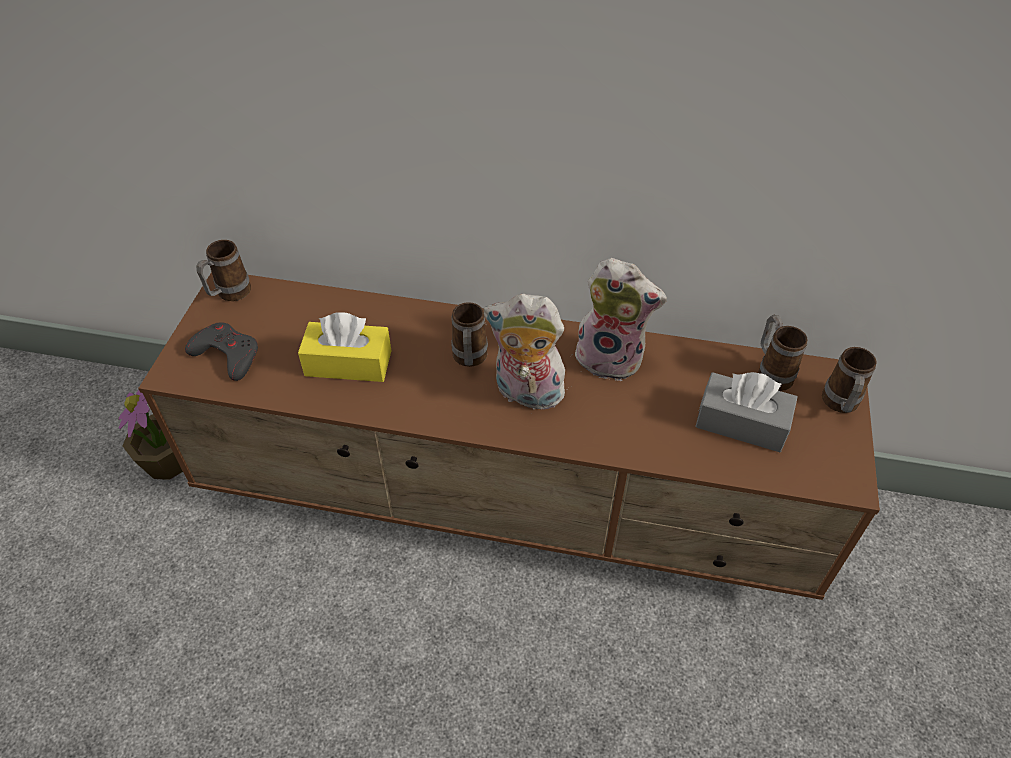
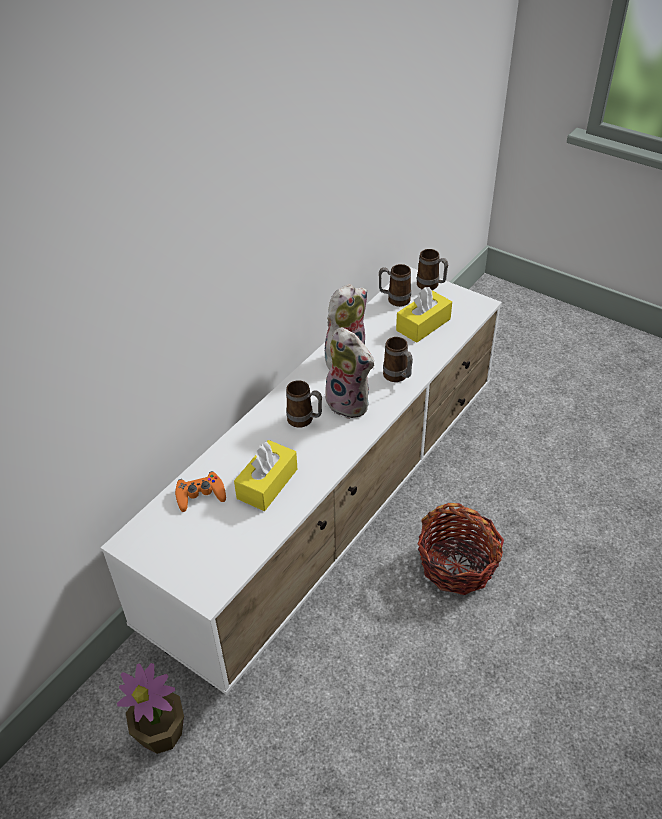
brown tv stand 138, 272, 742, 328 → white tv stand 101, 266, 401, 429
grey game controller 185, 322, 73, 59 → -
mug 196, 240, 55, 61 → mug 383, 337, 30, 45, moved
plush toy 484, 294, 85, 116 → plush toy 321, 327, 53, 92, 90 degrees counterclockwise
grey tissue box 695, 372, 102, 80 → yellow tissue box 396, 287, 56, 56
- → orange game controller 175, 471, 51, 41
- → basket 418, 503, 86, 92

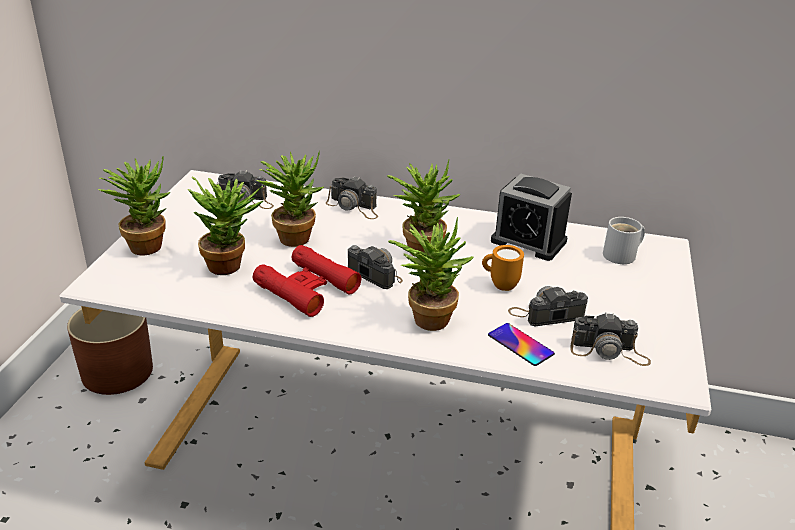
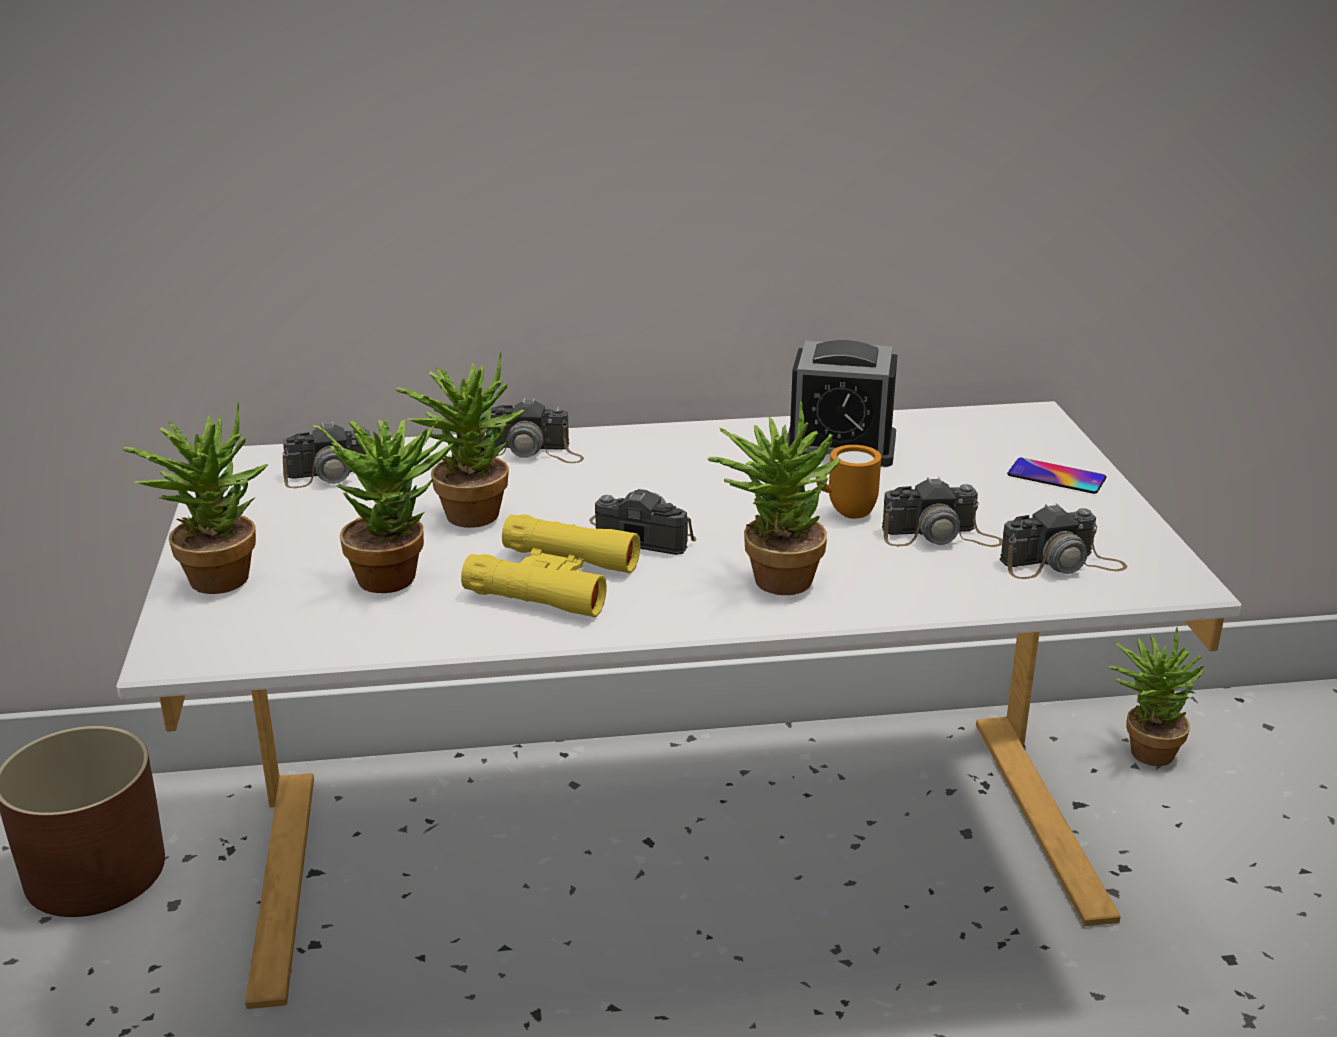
red binoculars 253, 245, 108, 72 → yellow binoculars 461, 514, 179, 103
potted plant 387, 159, 73, 96 → potted plant 1109, 627, 96, 139, moved
phone 488, 323, 67, 43 → phone 1007, 458, 100, 36, moved
photo camera 508, 286, 80, 40 → photo camera 882, 477, 121, 70, 150 degrees counterclockwise
white mug 603, 217, 42, 47 → -

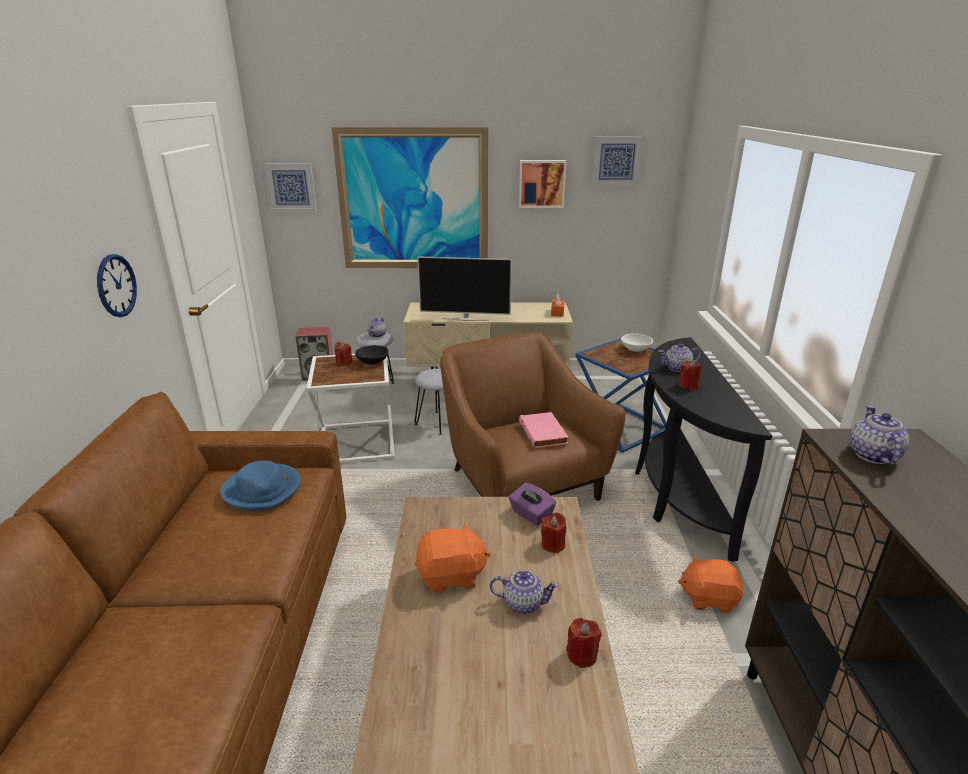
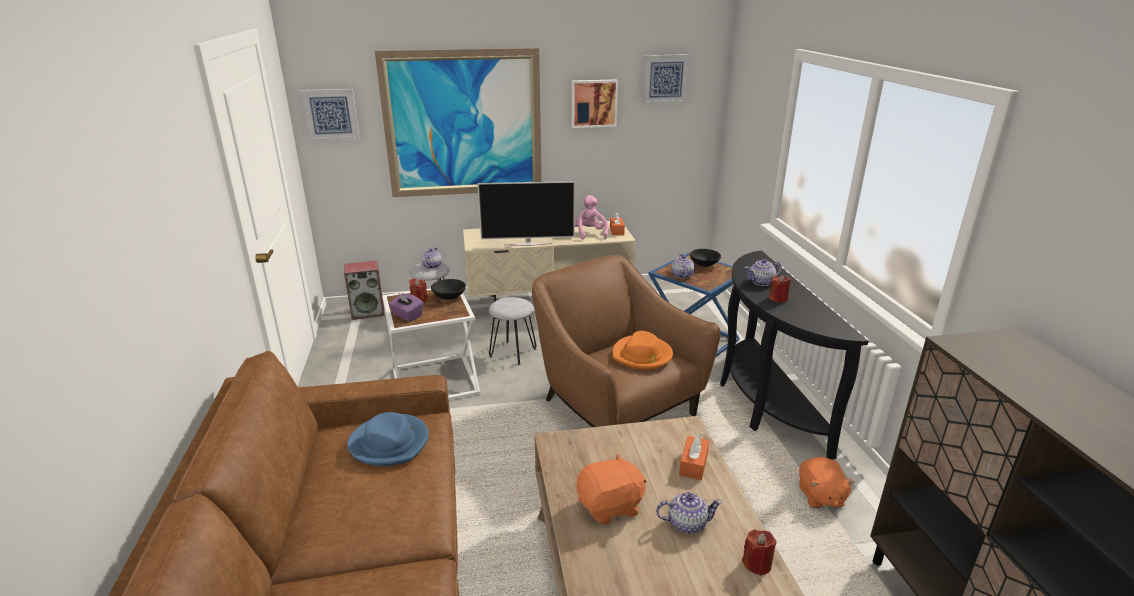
wall clock 97, 254, 40, 63 → -
purple tissue box 509, 483, 47, 43 → purple tissue box 389, 293, 34, 28, moved
pink book 519, 412, 49, 36 → orange hat 612, 331, 61, 39
red candle 541, 513, 25, 40 → orange tissue box 679, 434, 30, 46
white bowl 621, 333, 32, 19 → black bowl 690, 249, 31, 18
orange plush toy 678, 555, 65, 58 → orange plush toy 799, 457, 56, 51, 90 degrees counterclockwise
teapot 849, 406, 60, 59 → teapot 672, 254, 22, 25, moved
- → pink plush toy 575, 195, 33, 45

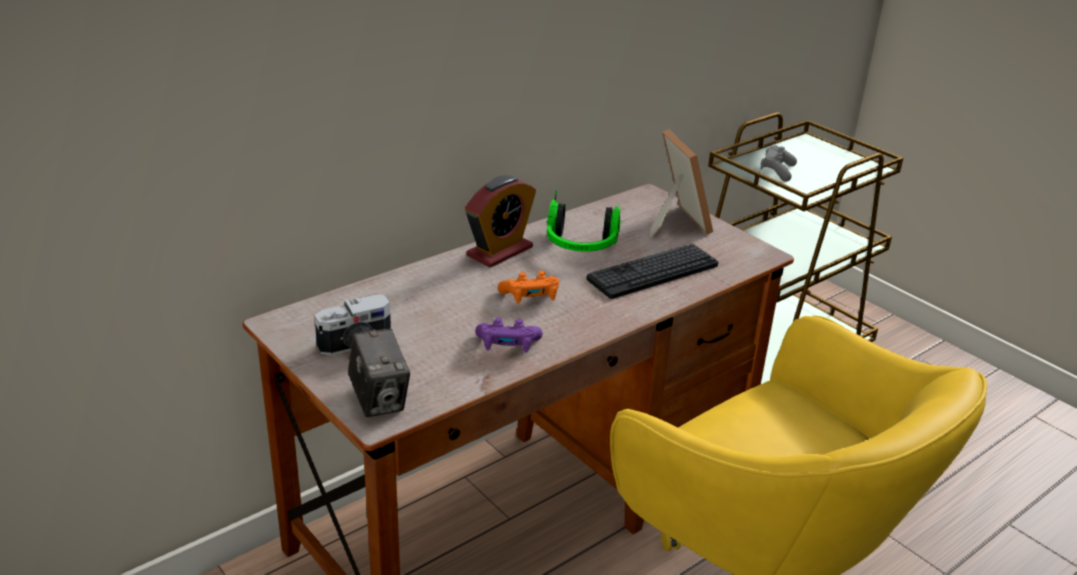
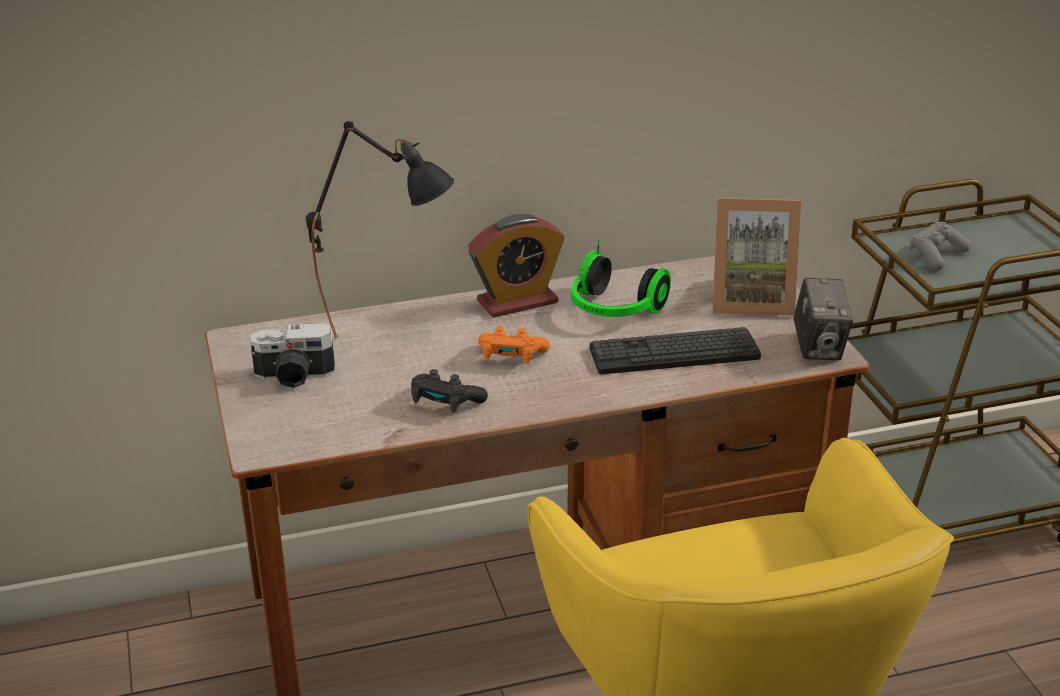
photo camera 348, 328, 62, 89 → photo camera 793, 277, 60, 83, moved
purple game controller 475, 318, 68, 35 → black game controller 411, 369, 77, 44
picture frame 650, 129, 63, 108 → picture frame 713, 198, 88, 118, 90 degrees clockwise
- → black table lamp 306, 121, 148, 217

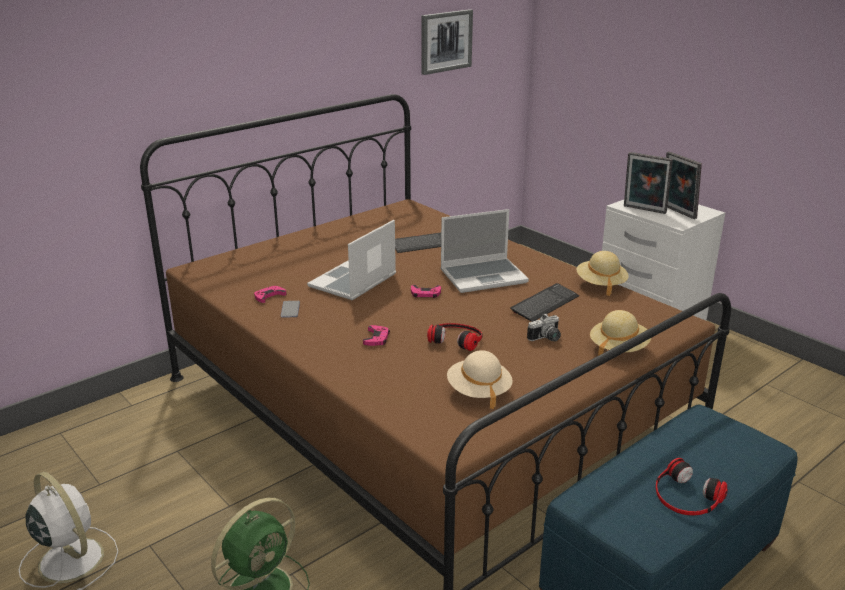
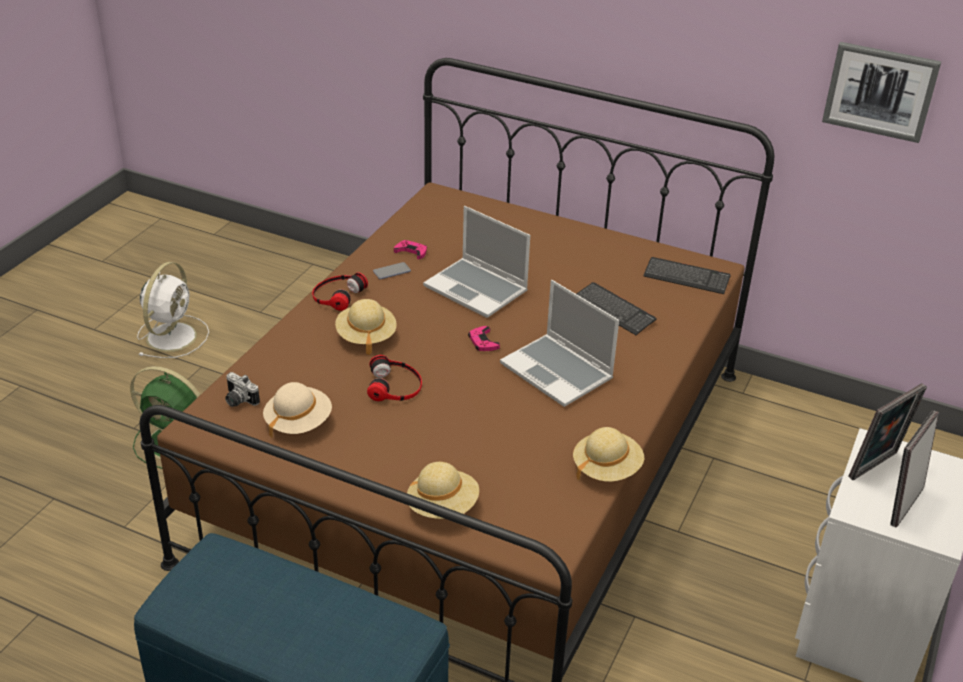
laptop 307, 220, 89, 80 → laptop 423, 206, 107, 112, 150 degrees counterclockwise
pink game controller 363, 325, 27, 21 → beige hat 335, 299, 62, 56
keyboard 510, 283, 69, 39 → keyboard 643, 257, 88, 37, moved
photo camera 527, 313, 34, 28 → photo camera 225, 372, 35, 35, moved
picture frame 624, 152, 49, 62 → picture frame 848, 383, 79, 97, 135 degrees counterclockwise
headphones 656, 458, 72, 58 → headphones 312, 272, 56, 39, moved

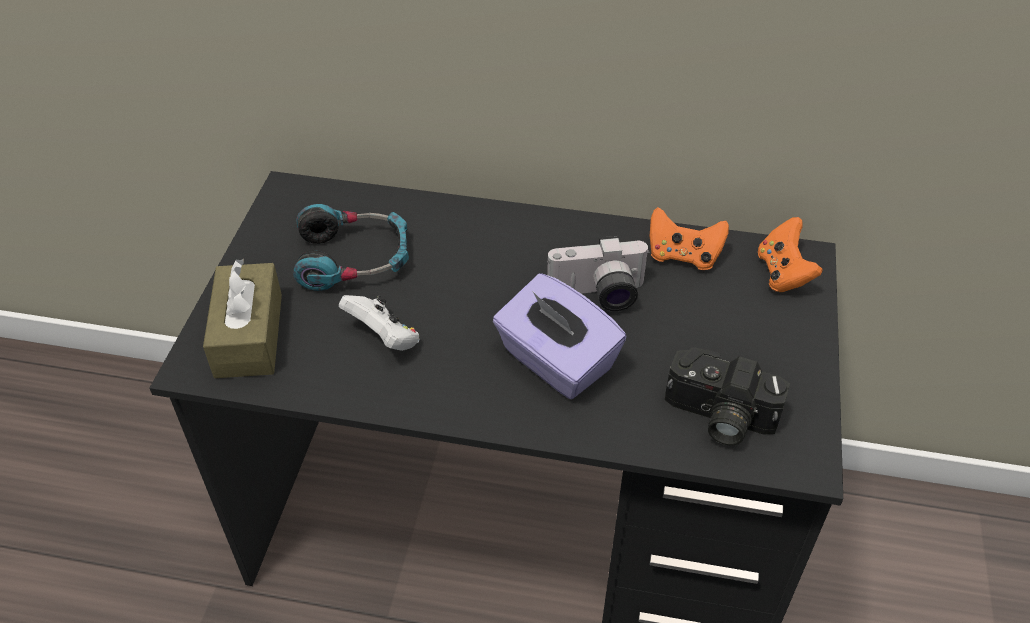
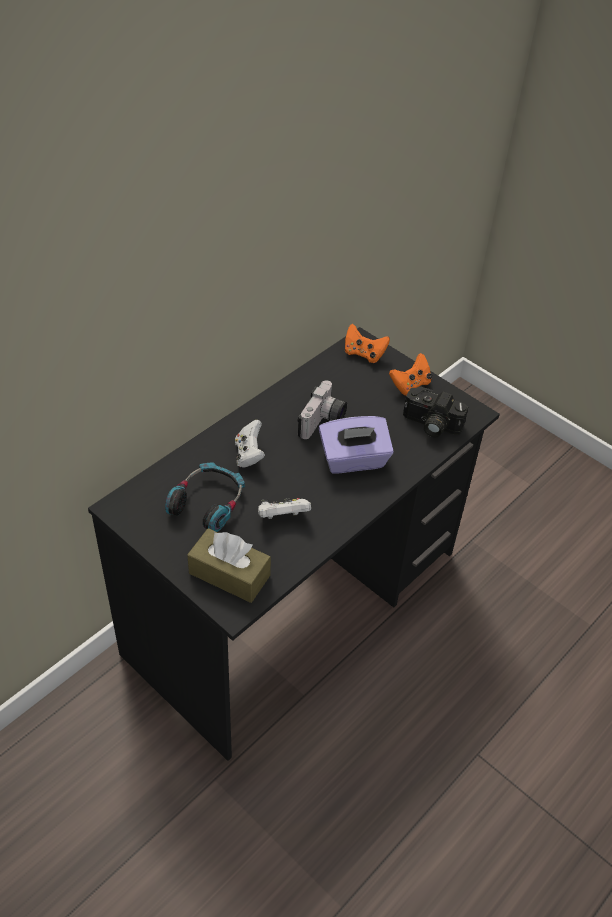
orange game controller 650, 207, 79, 63 → orange game controller 389, 353, 43, 43, moved
photo camera 665, 347, 125, 98 → photo camera 403, 387, 65, 50, 60 degrees clockwise
- → white game controller 235, 420, 30, 48

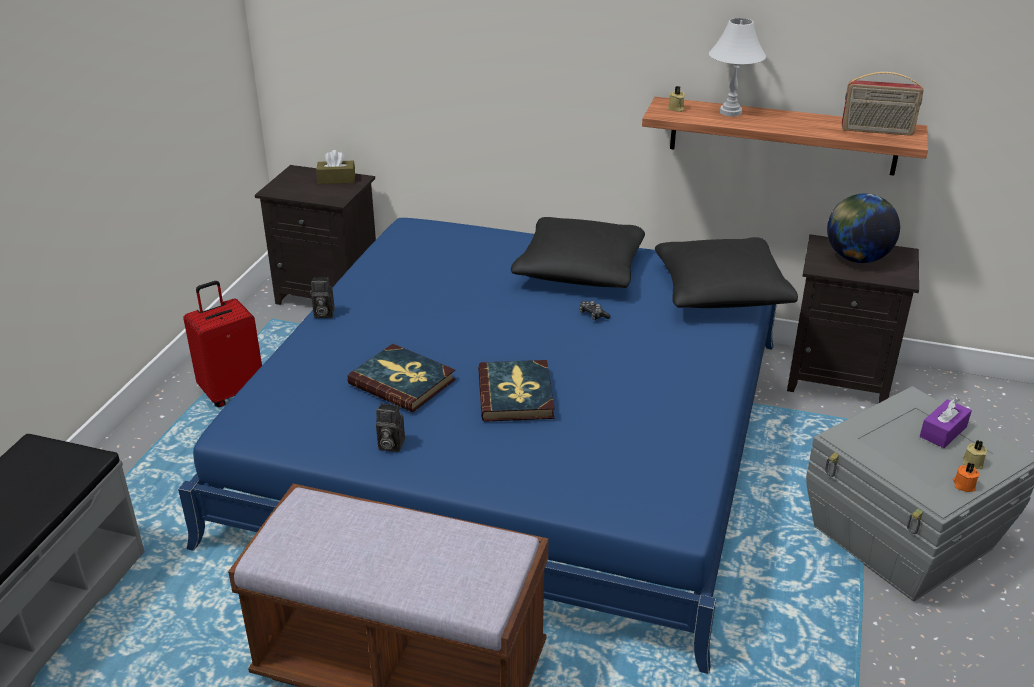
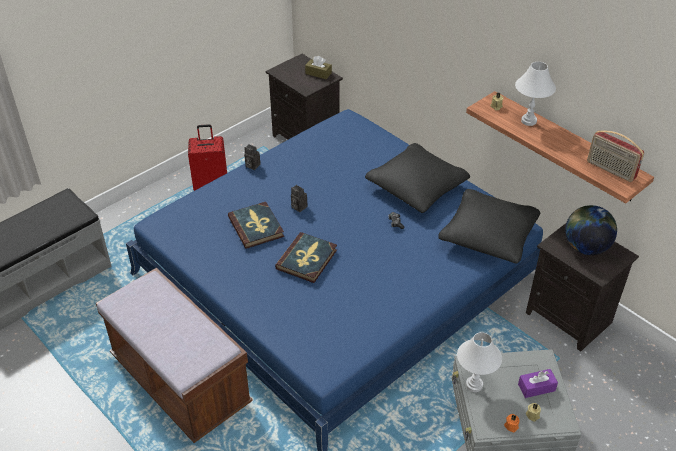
photo camera 376, 403, 29, 49 → photo camera 291, 185, 17, 27, moved
- → white table lamp 457, 332, 45, 60

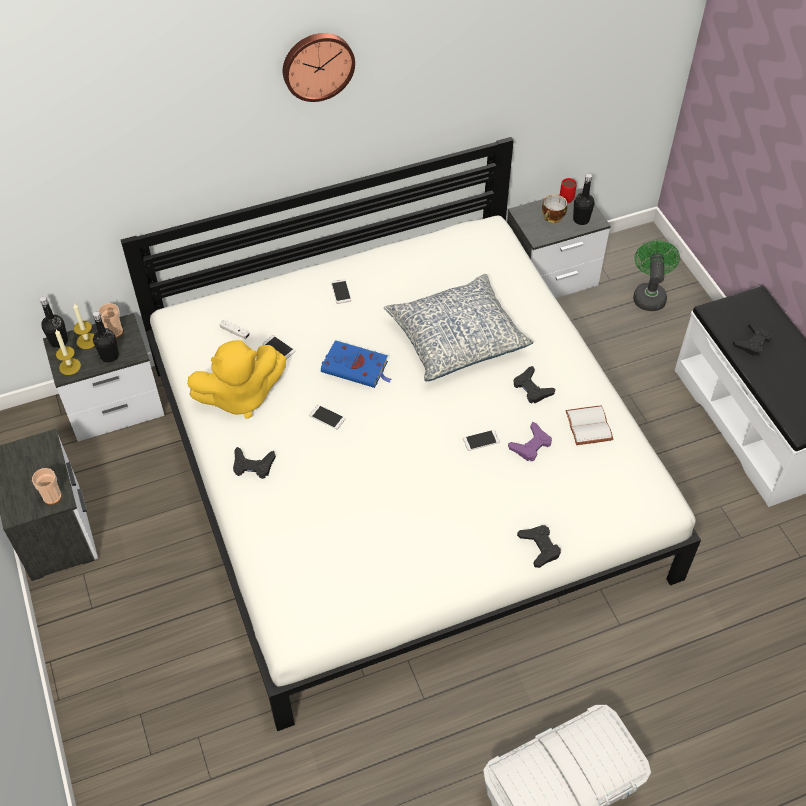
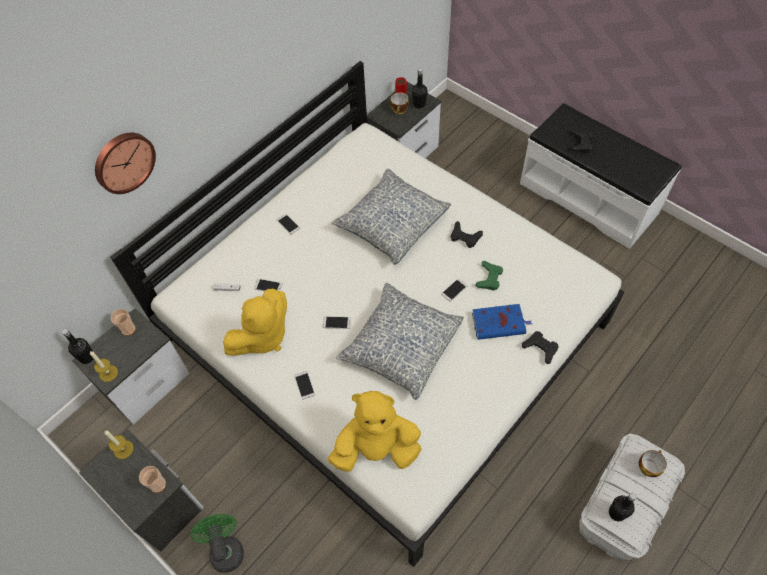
candle 73, 303, 22, 46 → candle 104, 431, 29, 28, moved
black bottle 93, 311, 26, 52 → black bottle 609, 493, 28, 28, moved
black game controller 233, 447, 43, 32 → phone 294, 371, 21, 29
wall clock 283, 33, 72, 69 → wall clock 95, 133, 61, 61, moved
blue book 321, 340, 71, 48 → blue book 472, 304, 60, 36, moved
purple game controller 508, 422, 44, 39 → green game controller 475, 261, 28, 29
white book 565, 405, 48, 40 → -
green fan 633, 240, 47, 71 → green fan 190, 514, 54, 59, moved
- → yellow plush toy 328, 391, 93, 81
- → pillow 336, 283, 128, 117
- → cup 639, 450, 28, 27

